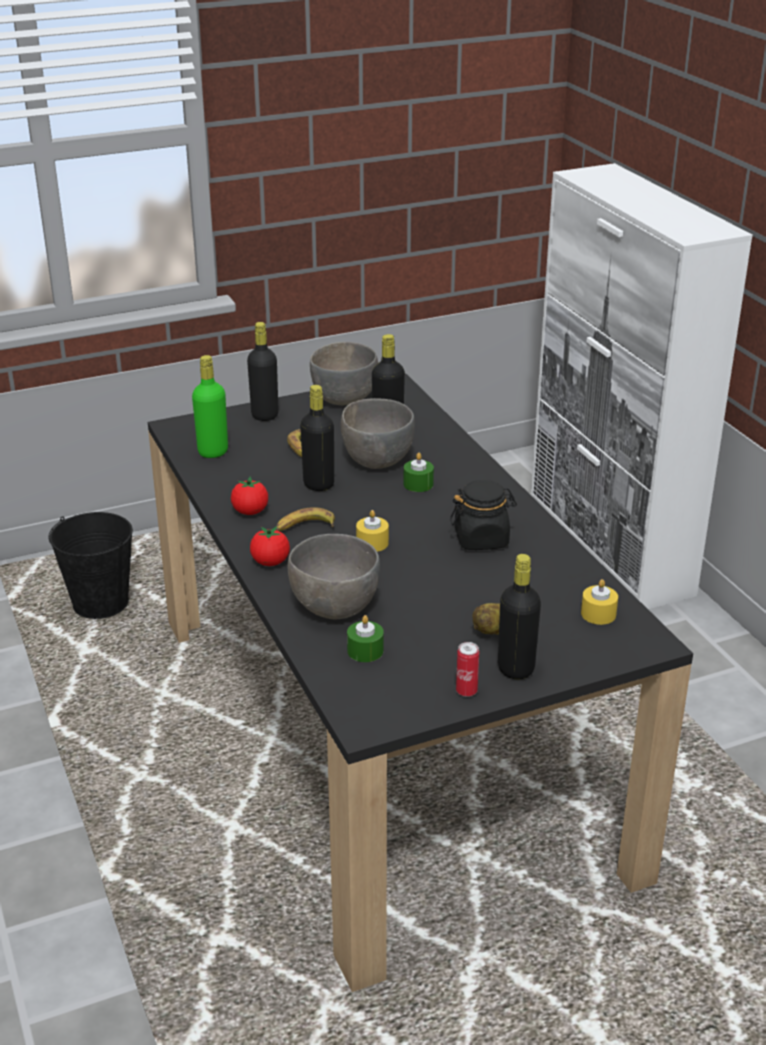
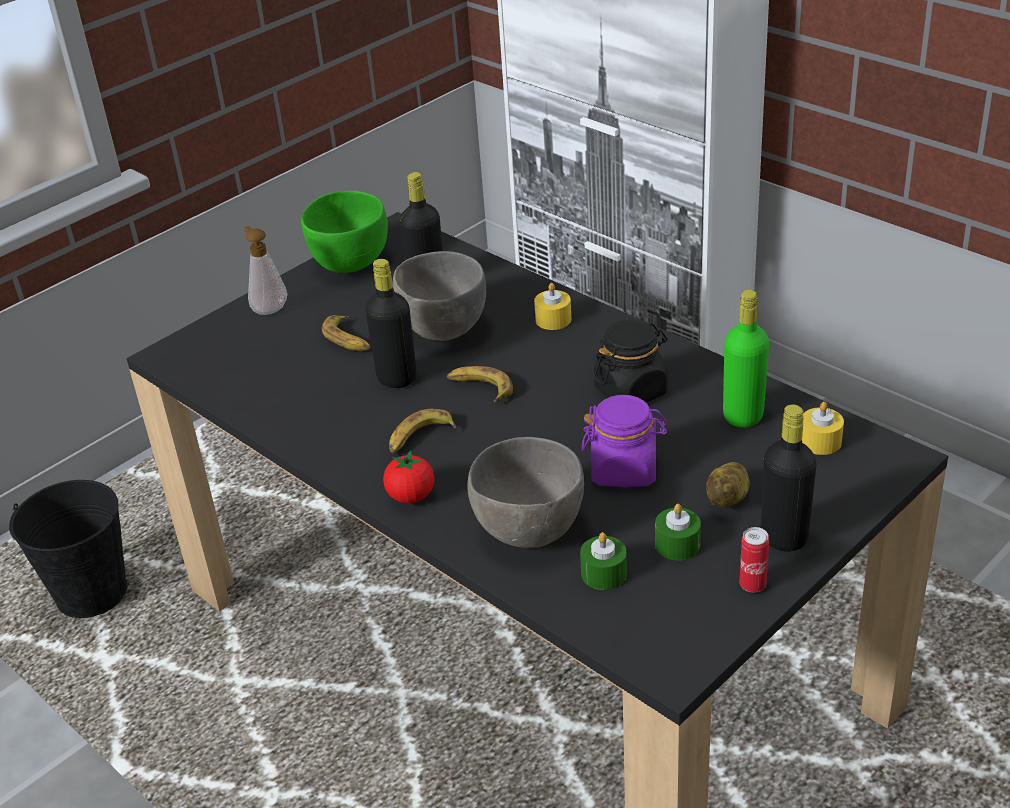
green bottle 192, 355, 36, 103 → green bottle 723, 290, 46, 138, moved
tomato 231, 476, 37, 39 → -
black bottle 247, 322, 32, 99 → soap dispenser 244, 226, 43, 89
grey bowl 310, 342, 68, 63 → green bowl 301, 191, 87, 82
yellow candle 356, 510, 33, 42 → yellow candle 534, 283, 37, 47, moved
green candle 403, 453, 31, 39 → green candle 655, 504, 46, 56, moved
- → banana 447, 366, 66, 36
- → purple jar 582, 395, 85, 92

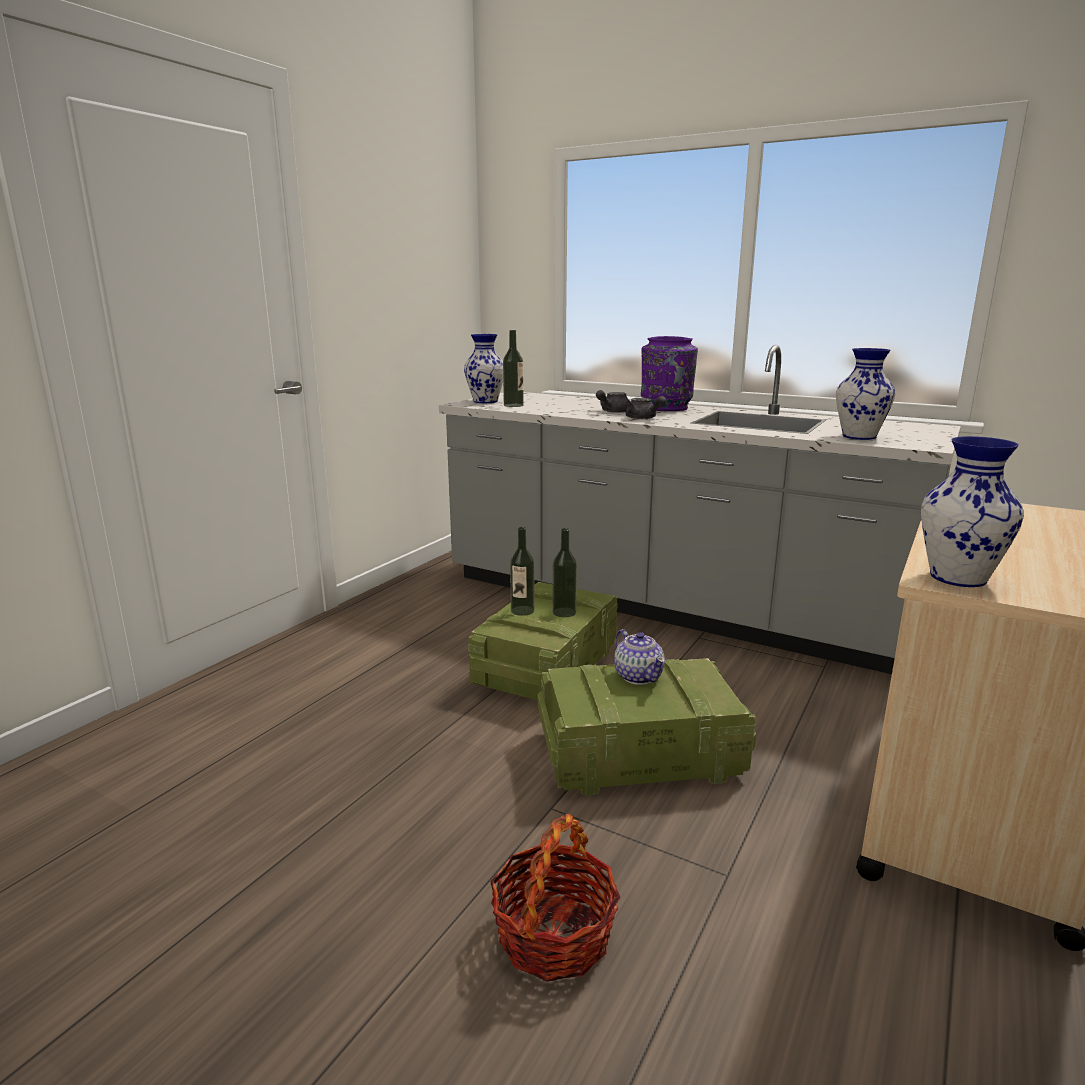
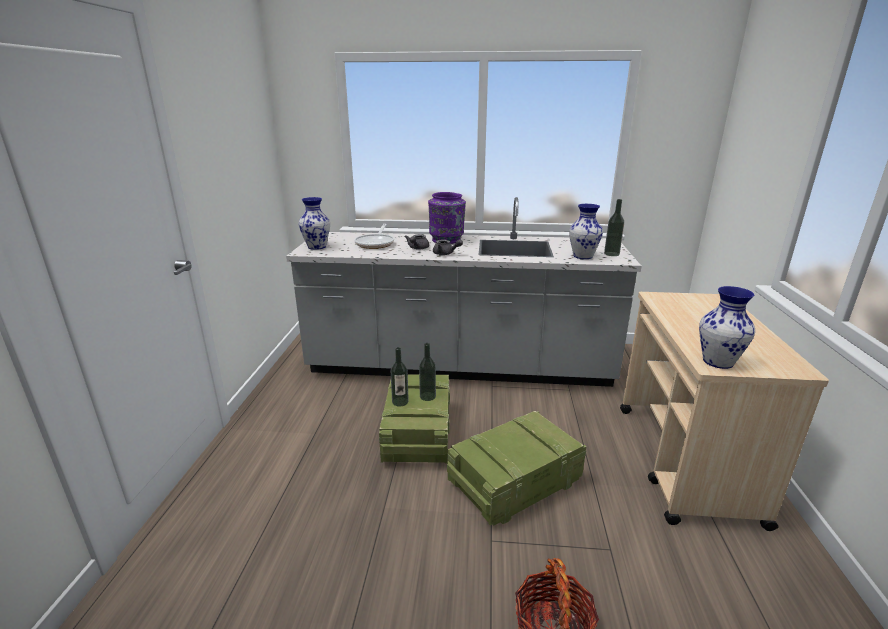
bottle 503, 330, 21, 77 → bottle 604, 199, 20, 57, moved
teapot 614, 629, 52, 56 → -
- → frying pan 354, 224, 40, 25

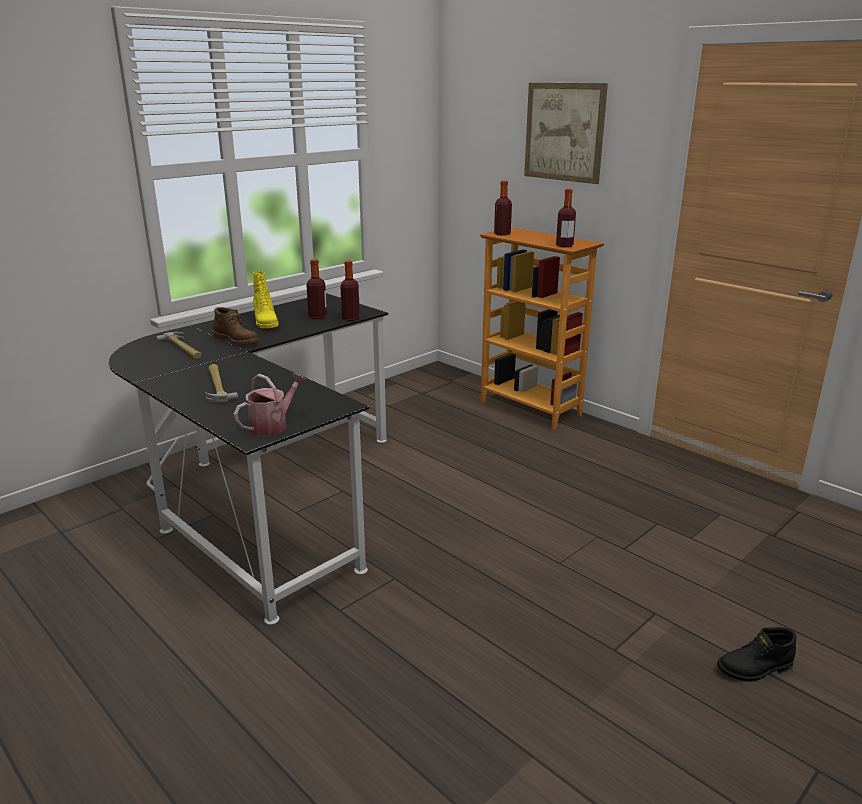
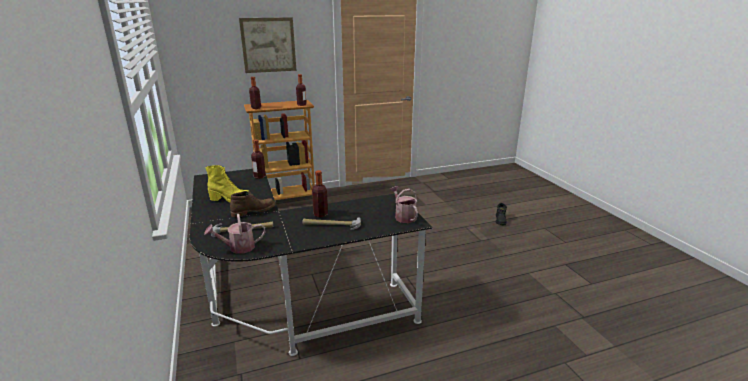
bottle 306, 259, 21, 60 → bottle 312, 170, 16, 47, moved
- → watering can 204, 214, 61, 40

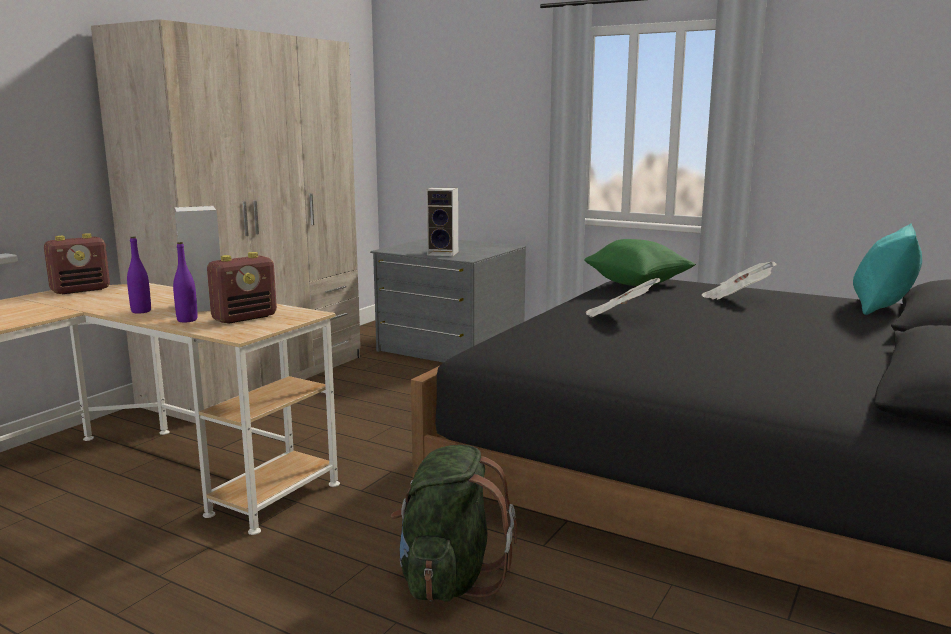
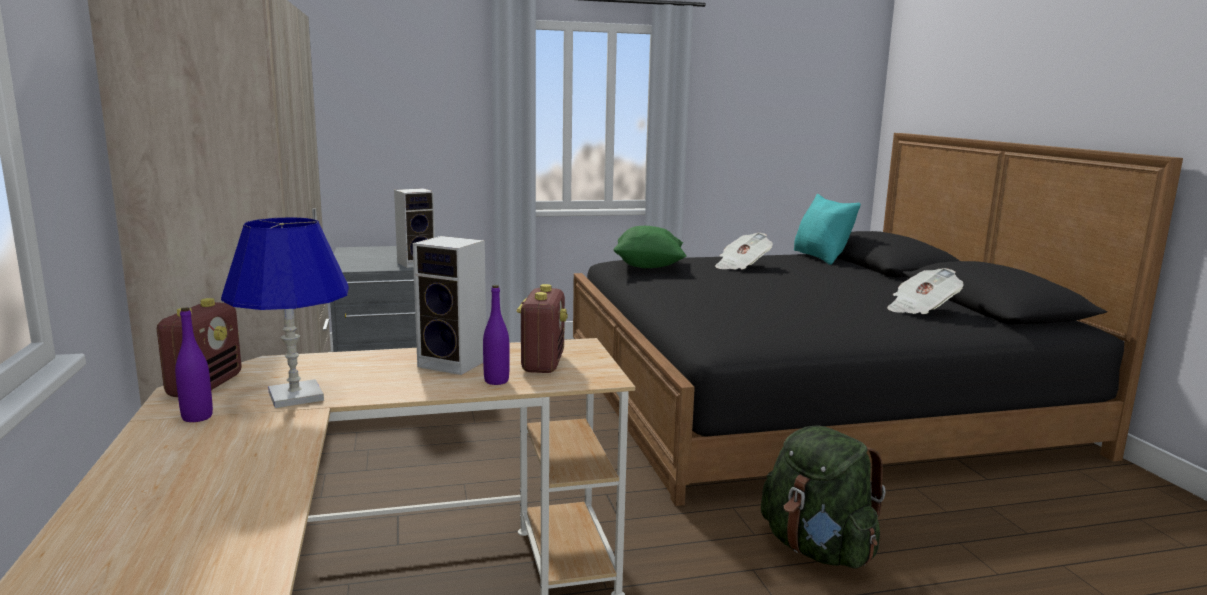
purple bottle 127, 236, 24, 77 → purple bottle 175, 308, 38, 114, moved
newspaper 586, 278, 74, 39 → newspaper 887, 268, 77, 46, moved
- → blue table lamp 221, 217, 128, 191

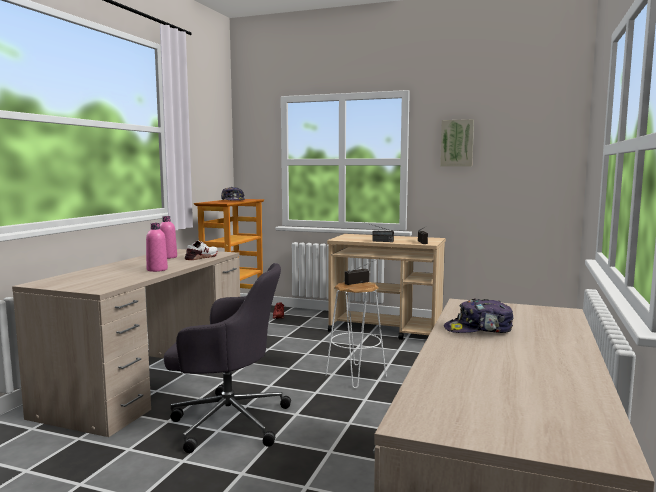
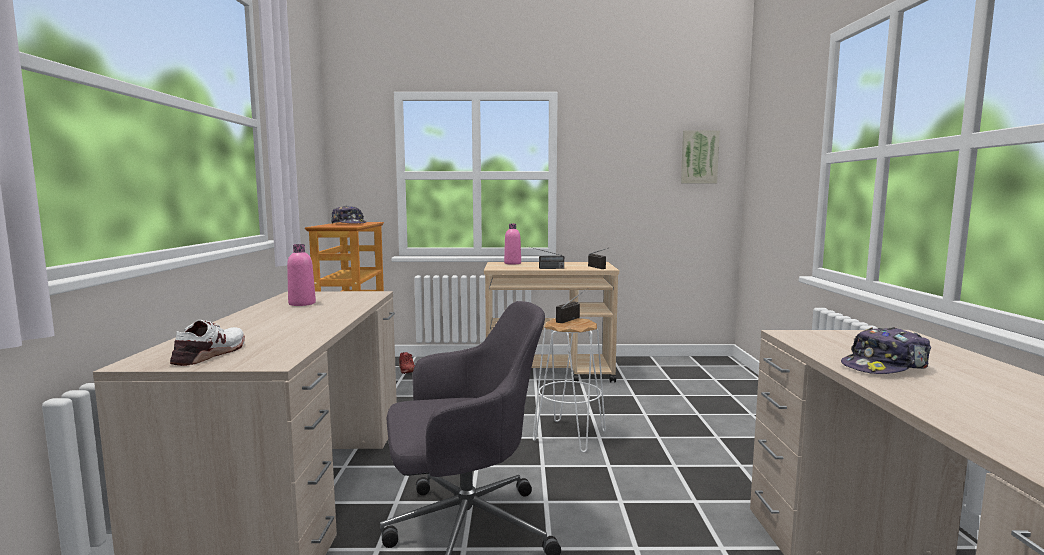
pink bottle 146, 223, 22, 49 → pink bottle 504, 224, 17, 41, moved
white shoe 185, 241, 33, 19 → white shoe 170, 319, 75, 47, moved
picture 440, 119, 34, 48 → picture 681, 130, 39, 53, moved

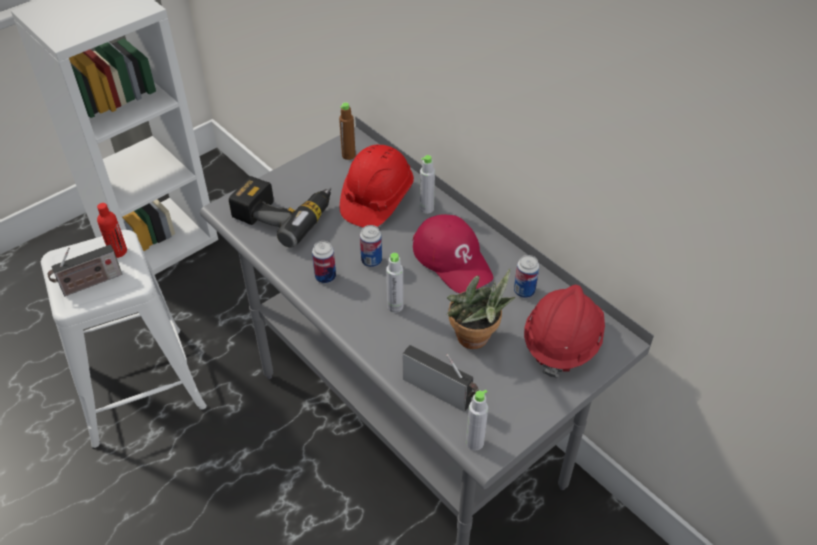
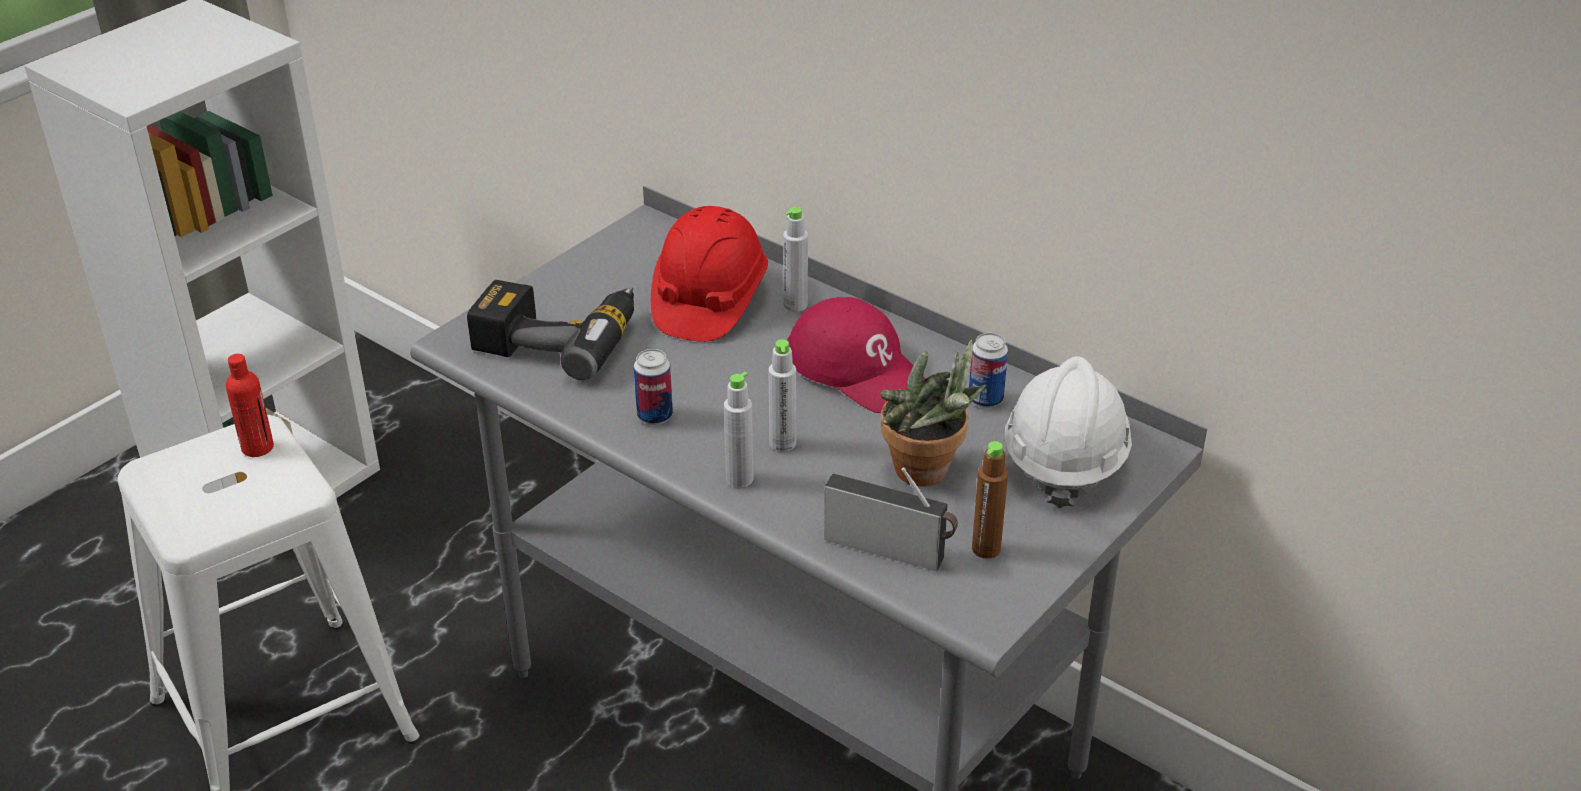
radio 47, 245, 75, 51 → -
brown bottle 339, 102, 17, 58 → brown bottle 972, 441, 36, 118, moved
can 360, 225, 22, 42 → -
grey bottle 466, 389, 22, 62 → grey bottle 724, 372, 30, 116, moved
red hard hat 524, 285, 81, 93 → white hard hat 1004, 356, 128, 152

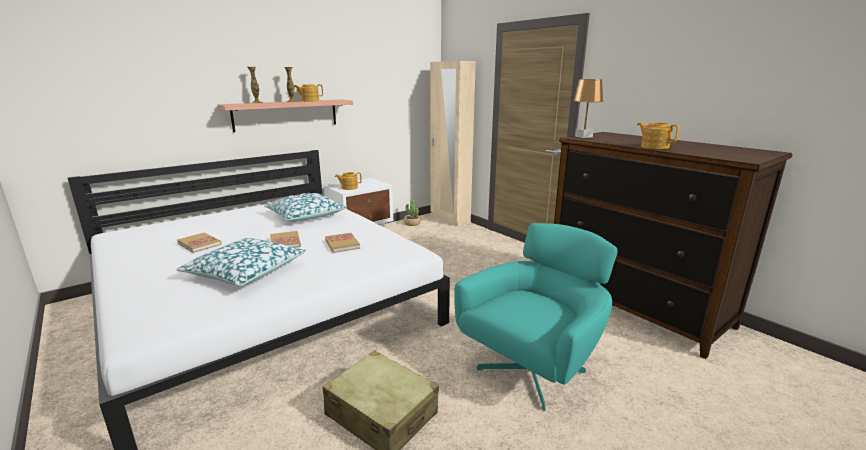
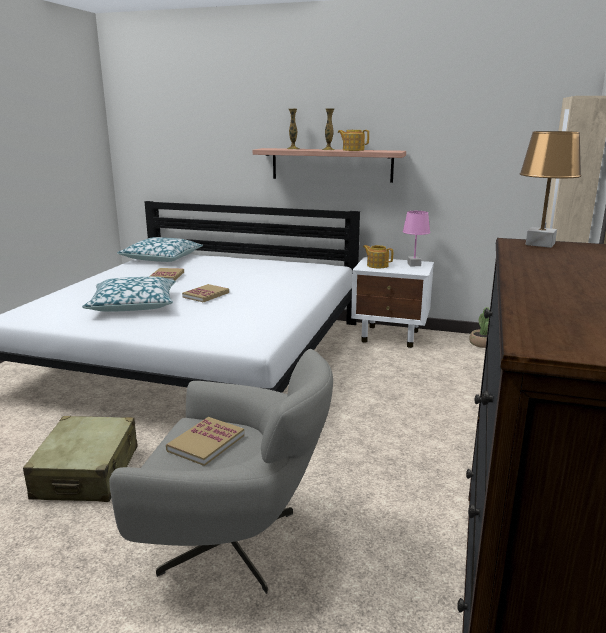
pillow 264, 193, 83, 29 → pillow 117, 237, 86, 25, moved
book 325, 233, 35, 20 → book 166, 417, 78, 49, moved
turquoise armchair 454, 223, 164, 188 → grey armchair 109, 349, 224, 245
teapot 637, 122, 43, 27 → -
- → pink table lamp 402, 211, 28, 55

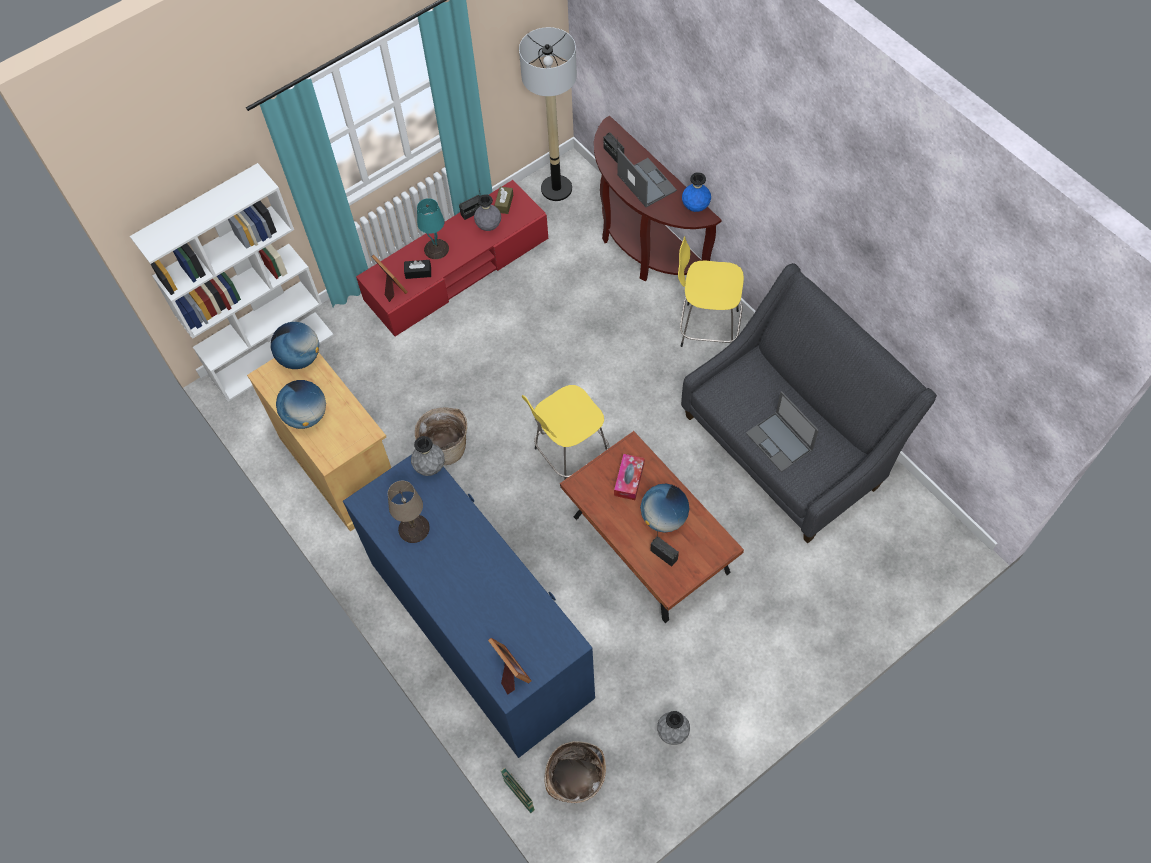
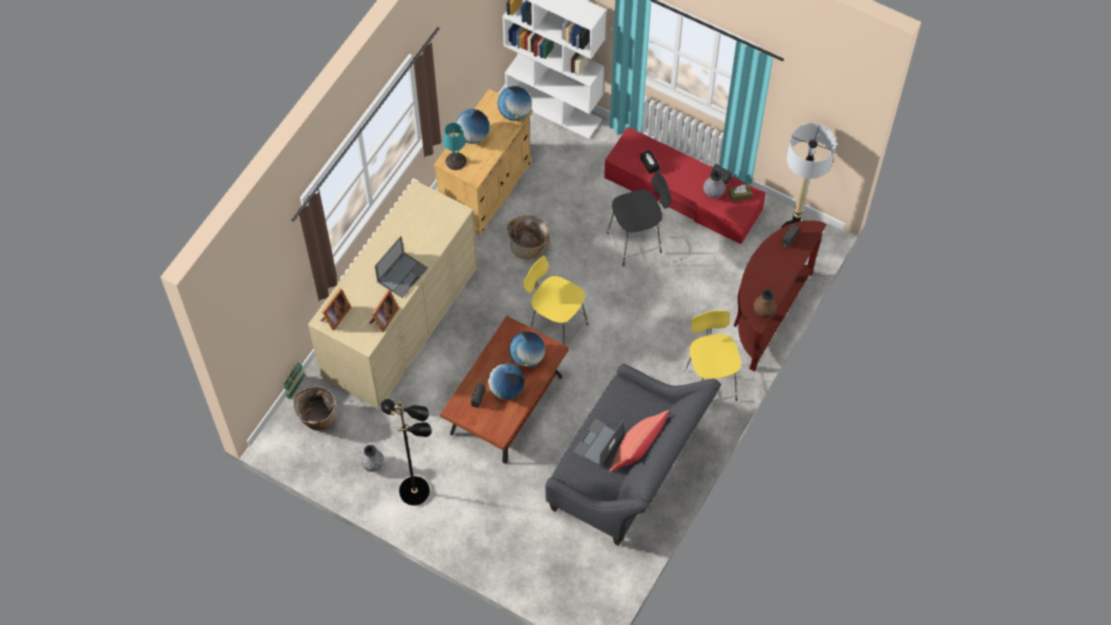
blue dresser 343, 454, 252, 304 → beige dresser 308, 180, 170, 229
picture frame 372, 255, 35, 47 → picture frame 369, 290, 30, 42, moved
beige table lamp 388, 481, 42, 62 → -
grey vase 411, 436, 34, 40 → -
turquoise table lamp 417, 198, 32, 61 → turquoise table lamp 443, 123, 24, 47, moved
tissue box 614, 454, 31, 46 → globe 509, 331, 36, 36
laptop 617, 148, 60, 59 → laptop 375, 236, 53, 62, moved
blue vase 682, 172, 29, 40 → brown vase 754, 289, 24, 29
- → black floor lamp 380, 399, 51, 107
- → black stool 607, 170, 65, 96
- → red pillow 610, 410, 59, 62

